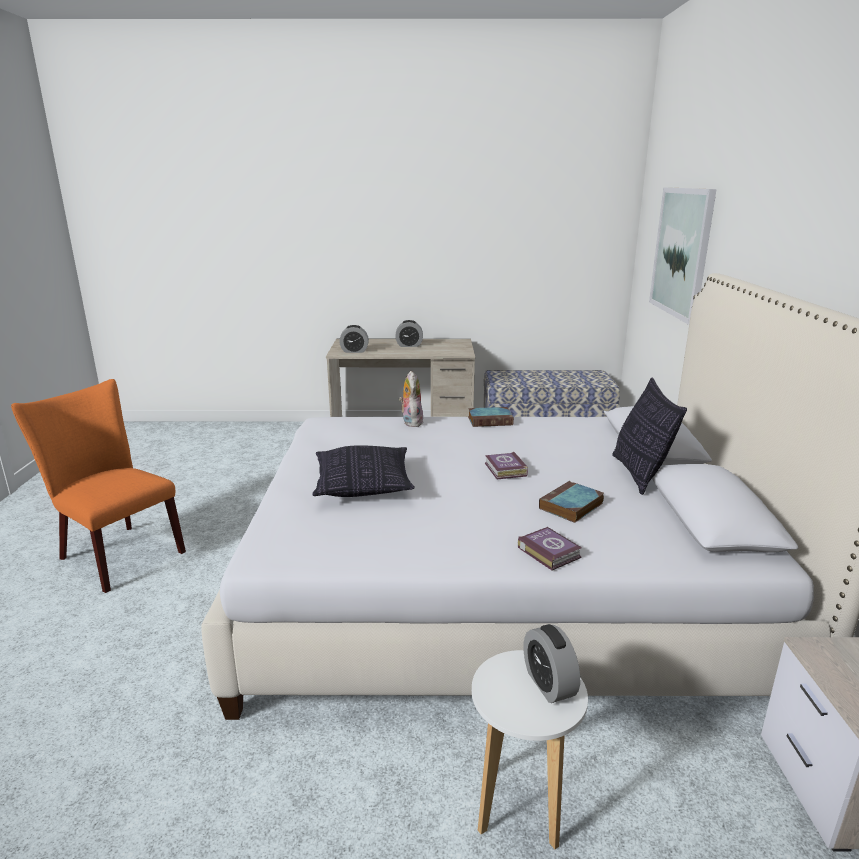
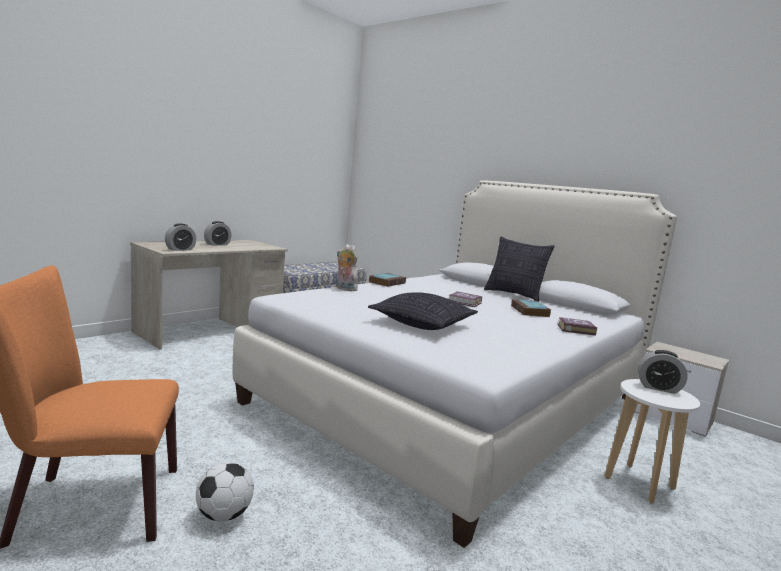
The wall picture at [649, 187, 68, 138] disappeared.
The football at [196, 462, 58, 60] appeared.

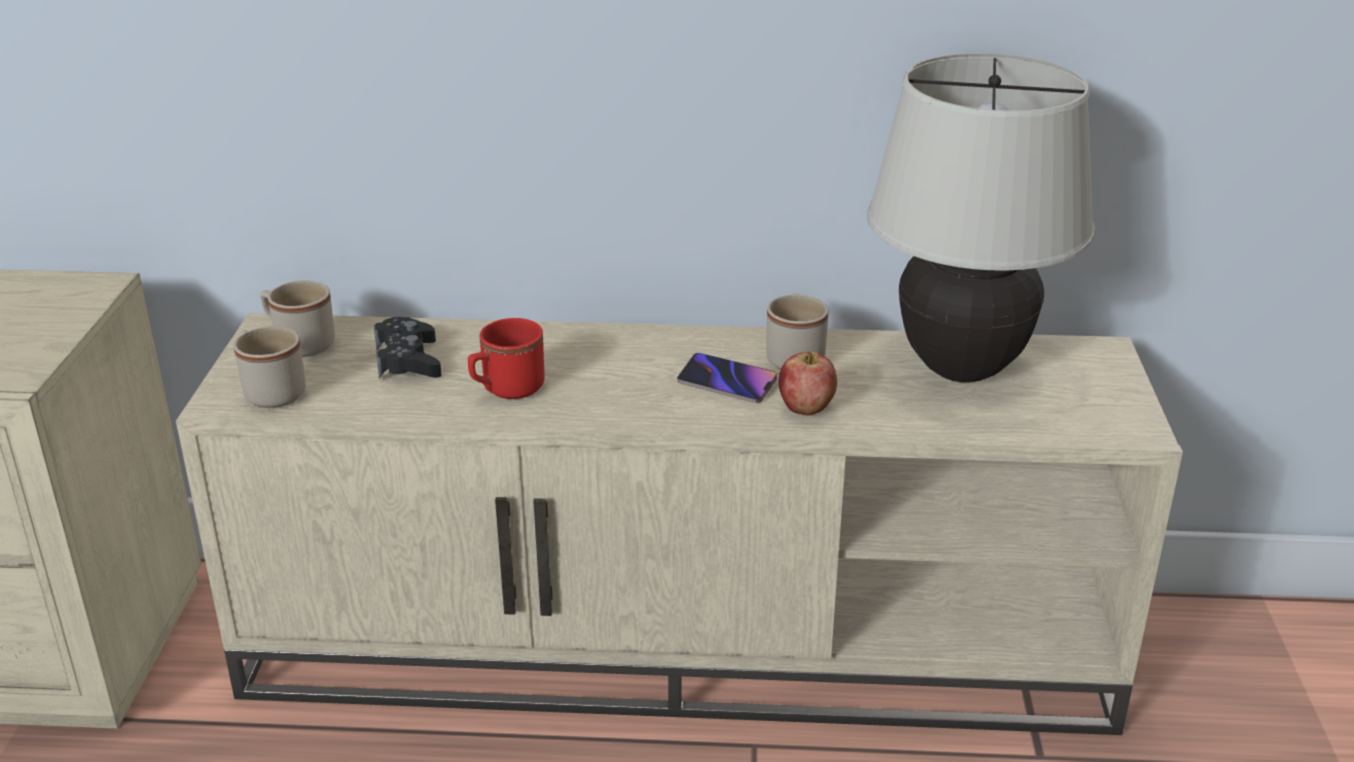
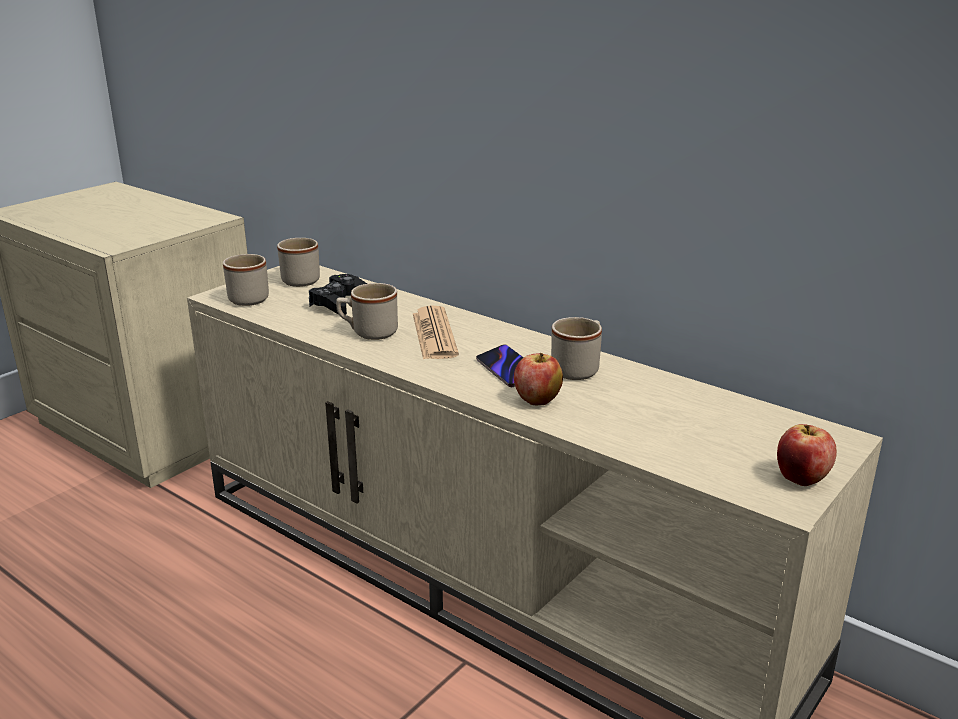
The beige-coloured tabletop lamp at [867, 53, 228, 330] disappeared.
The daily paper at [413, 305, 46, 54] appeared.
The apple fruit at [777, 424, 60, 62] appeared.
The reddish mug at [468, 318, 77, 81] became the beige-coloured mug at [336, 283, 62, 57].

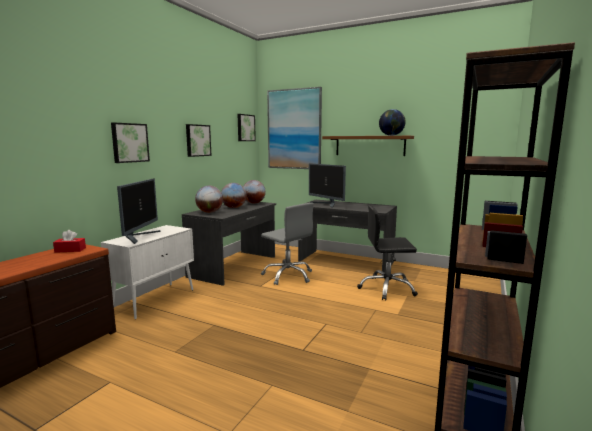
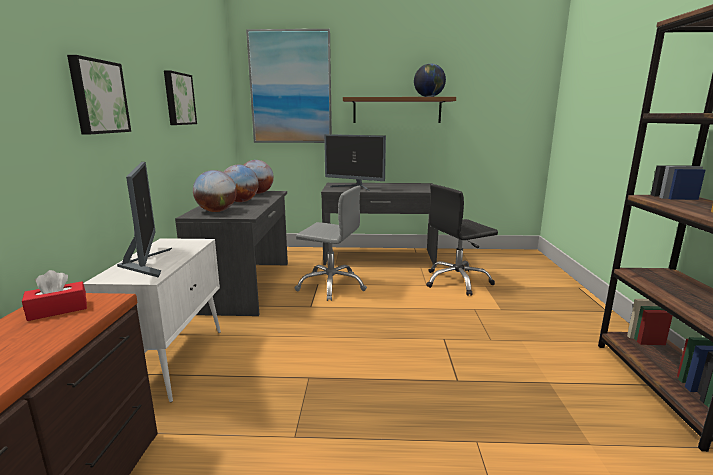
The wall picture at [237, 114, 19, 27] disappeared.

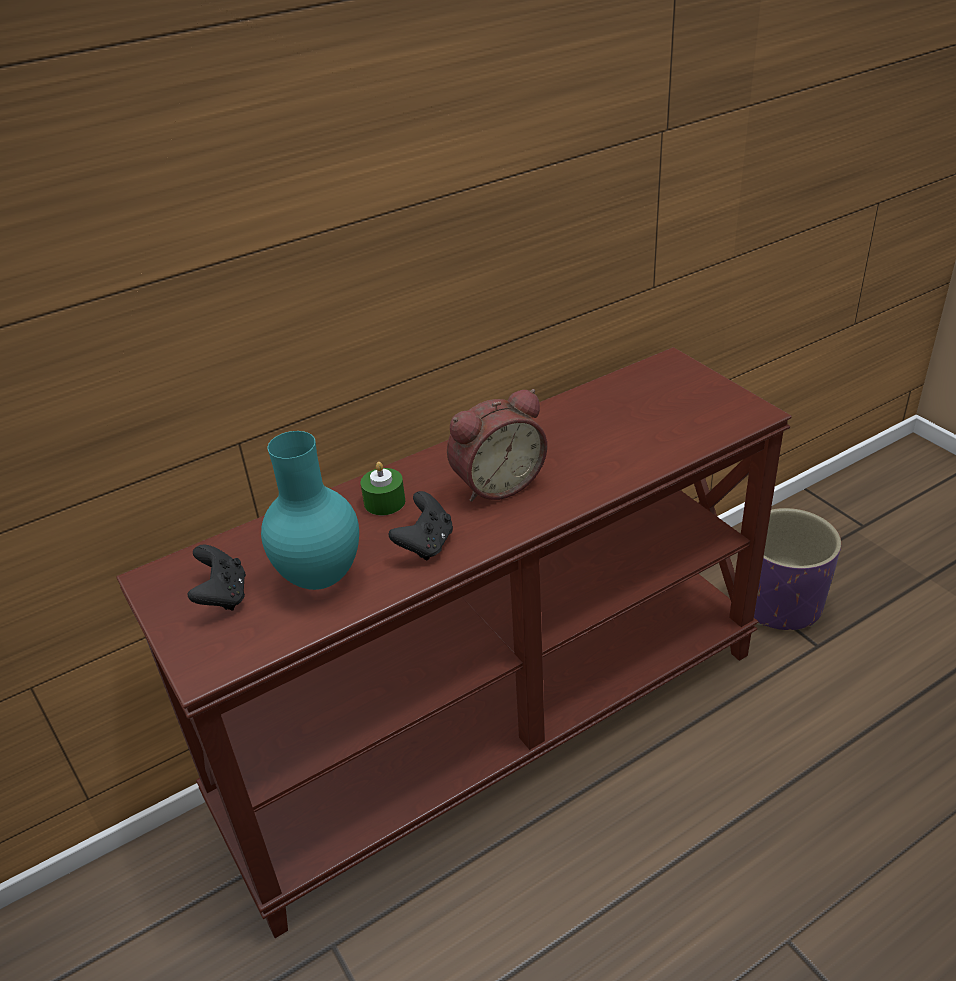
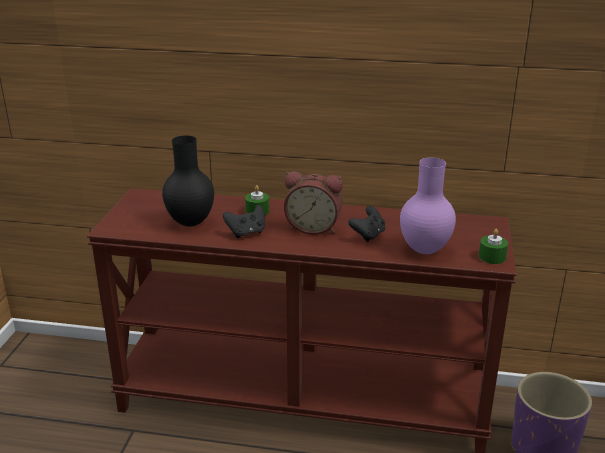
The purple-coloured decorative vase at [400, 157, 56, 97] appeared.
The greenish candle at [479, 229, 29, 35] appeared.
The blackish gamepad moved from [188, 544, 58, 67] to [348, 206, 37, 36].
The turquoise-coloured decorative vase at [261, 431, 98, 159] became the blackish decorative vase at [162, 135, 52, 92].

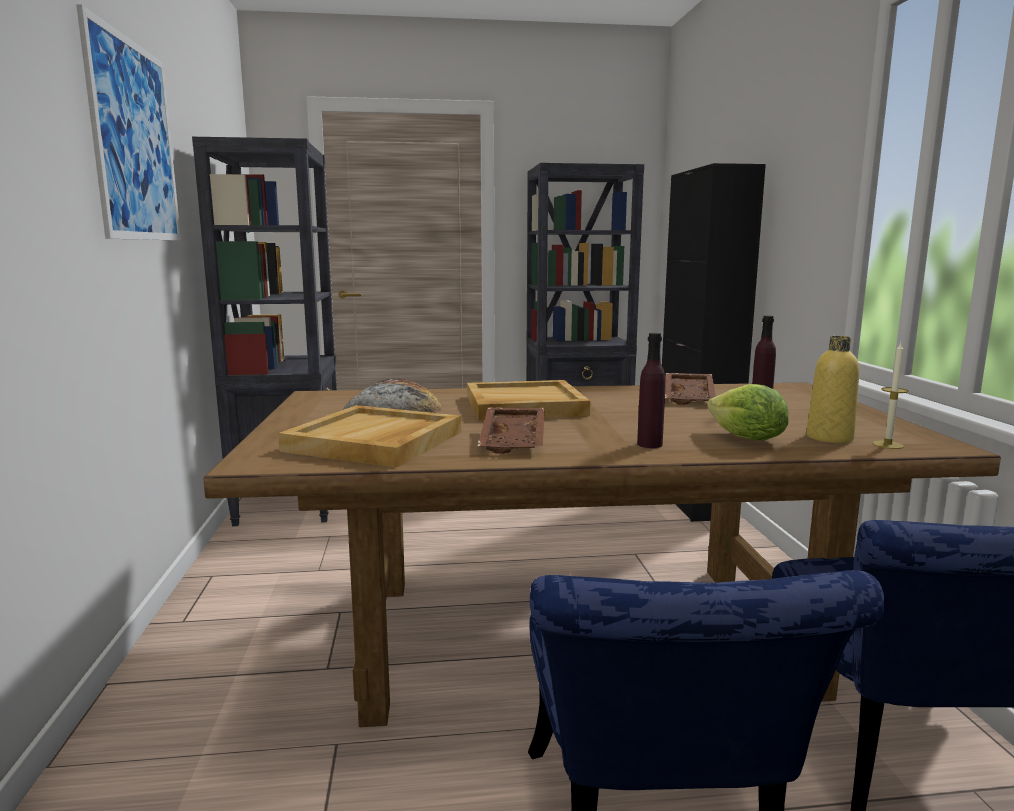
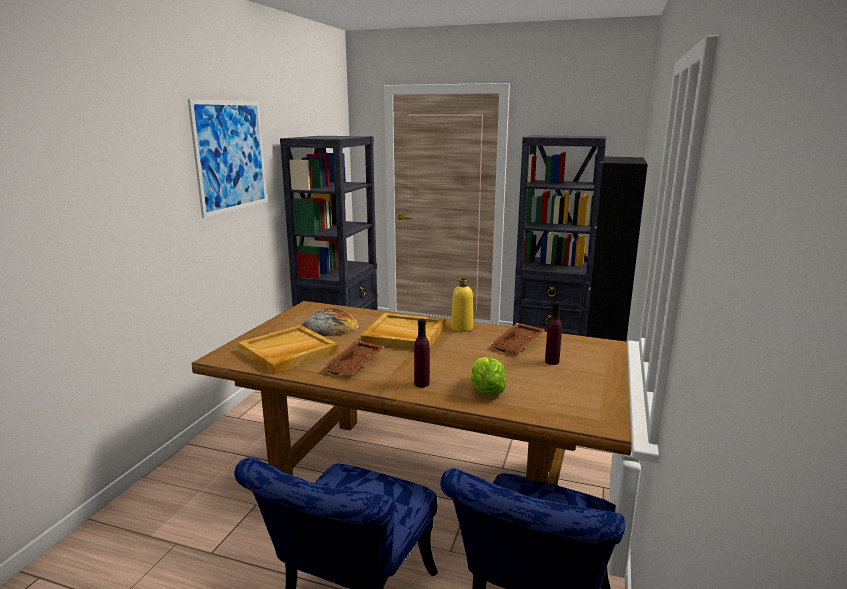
The candle at [873, 343, 35, 106] disappeared.
The yellow drink bottle moved from [807, 336, 52, 107] to [451, 278, 22, 54].

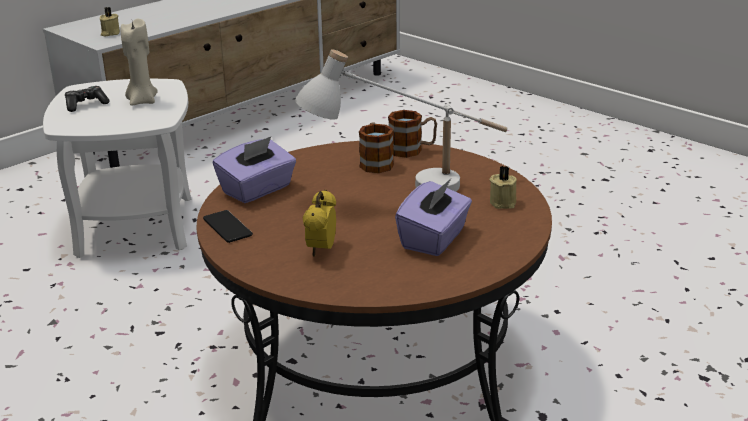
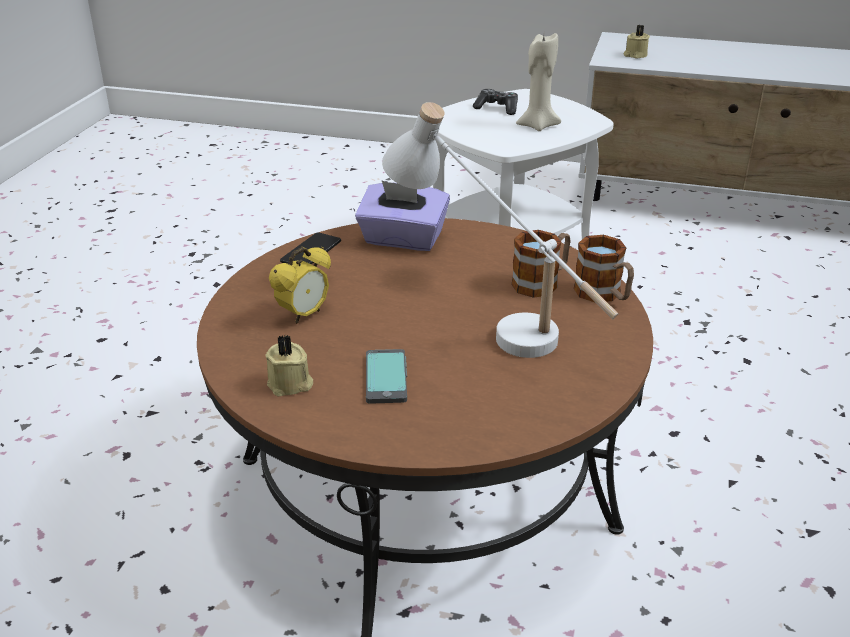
The beige-coloured candle moved from [490, 166, 27, 43] to [265, 335, 48, 61].
The purple-coloured tissue holder at [395, 179, 77, 77] was replaced by the phone at [366, 349, 41, 55].
The bedside clock at [303, 190, 33, 67] turned 150 degrees clockwise.

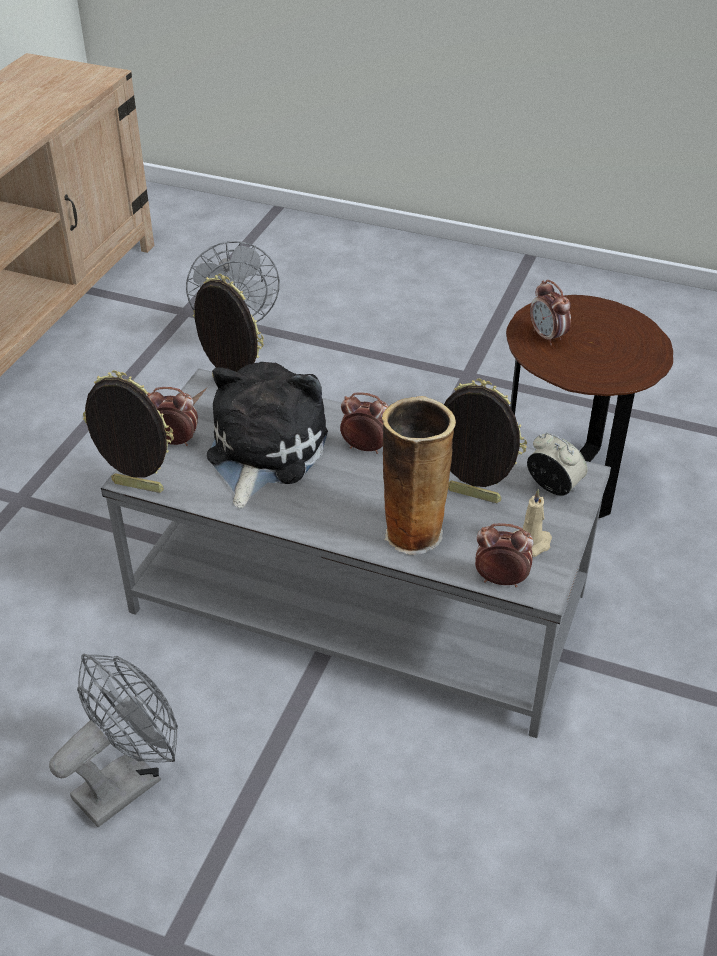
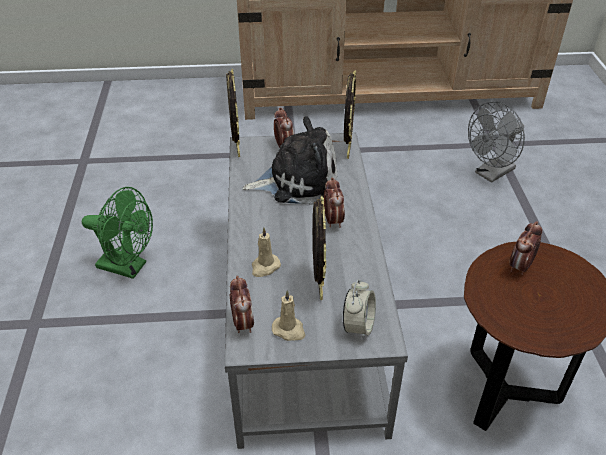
The decorative vase at [382, 396, 74, 159] was replaced by the beige-coloured candle at [252, 227, 29, 50].
The gray cooling fan at [49, 654, 129, 173] became the greenish cooling fan at [82, 187, 71, 92].

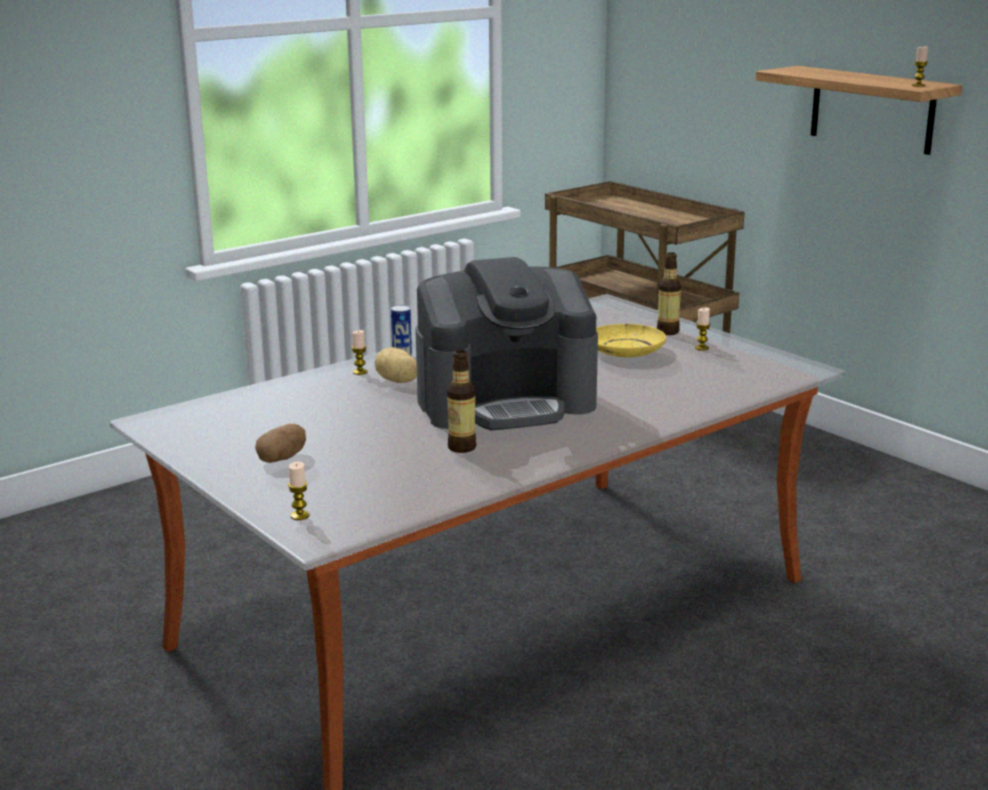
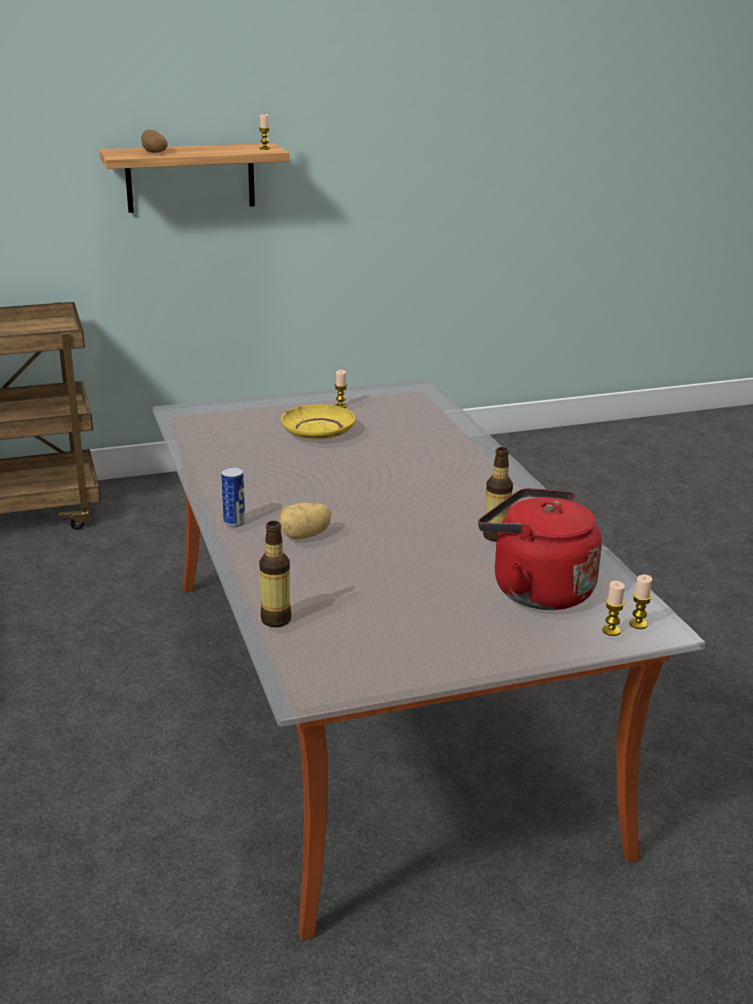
The coffee machine at [415, 257, 183, 174] disappeared.
The reddish tea kettle at [478, 488, 124, 122] appeared.
The whole potato moved from [255, 424, 51, 39] to [141, 130, 27, 23].
The candle moved from [351, 330, 16, 45] to [629, 574, 23, 55].
The drink bottle moved from [657, 252, 24, 83] to [259, 521, 32, 106].

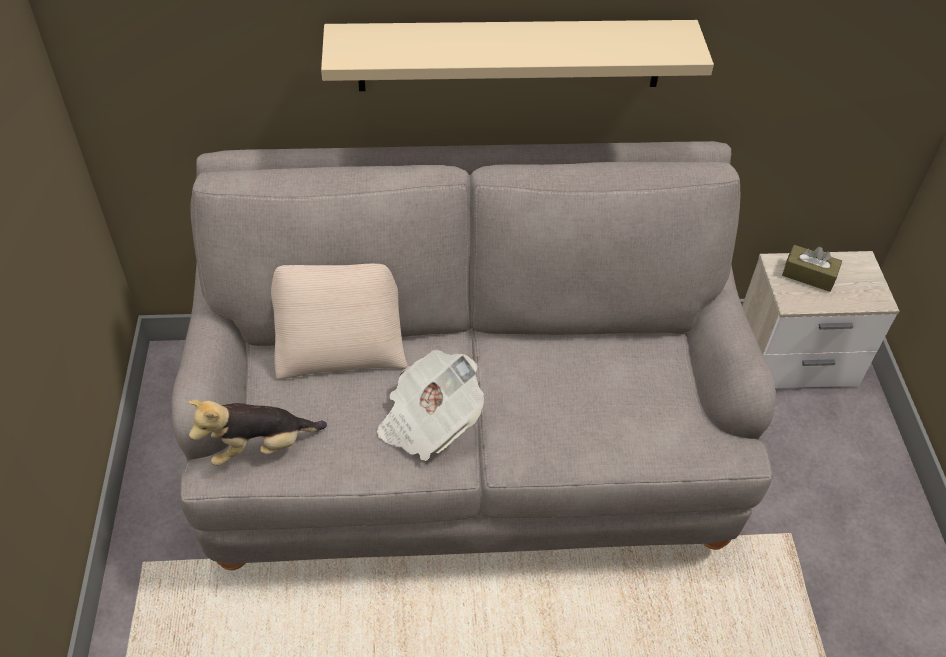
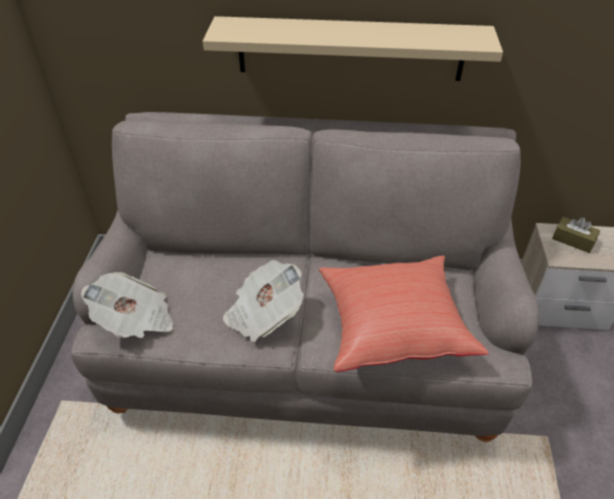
The beige-coloured cushion at [271, 264, 137, 116] disappeared.
The reddish cushion at [319, 256, 170, 116] appeared.
The plush toy at [188, 400, 139, 66] was replaced by the daily paper at [81, 272, 92, 66].

